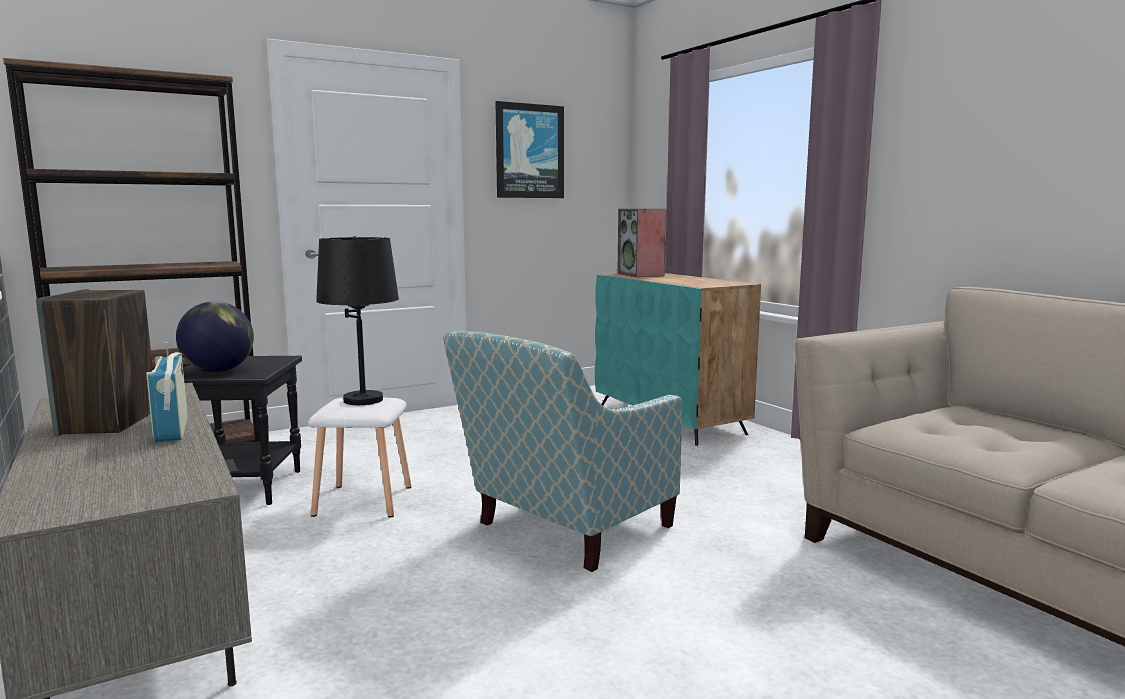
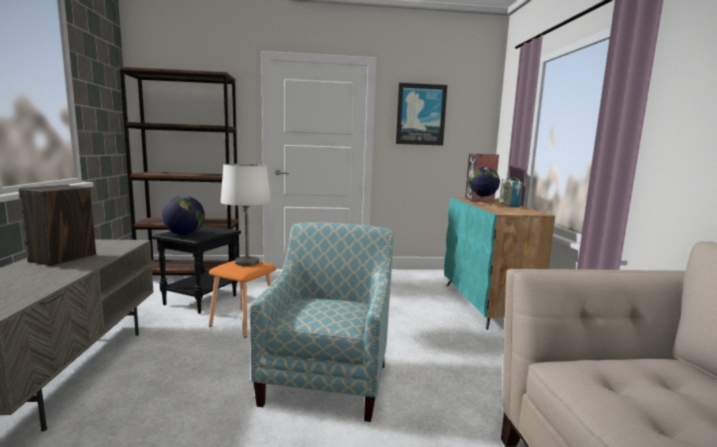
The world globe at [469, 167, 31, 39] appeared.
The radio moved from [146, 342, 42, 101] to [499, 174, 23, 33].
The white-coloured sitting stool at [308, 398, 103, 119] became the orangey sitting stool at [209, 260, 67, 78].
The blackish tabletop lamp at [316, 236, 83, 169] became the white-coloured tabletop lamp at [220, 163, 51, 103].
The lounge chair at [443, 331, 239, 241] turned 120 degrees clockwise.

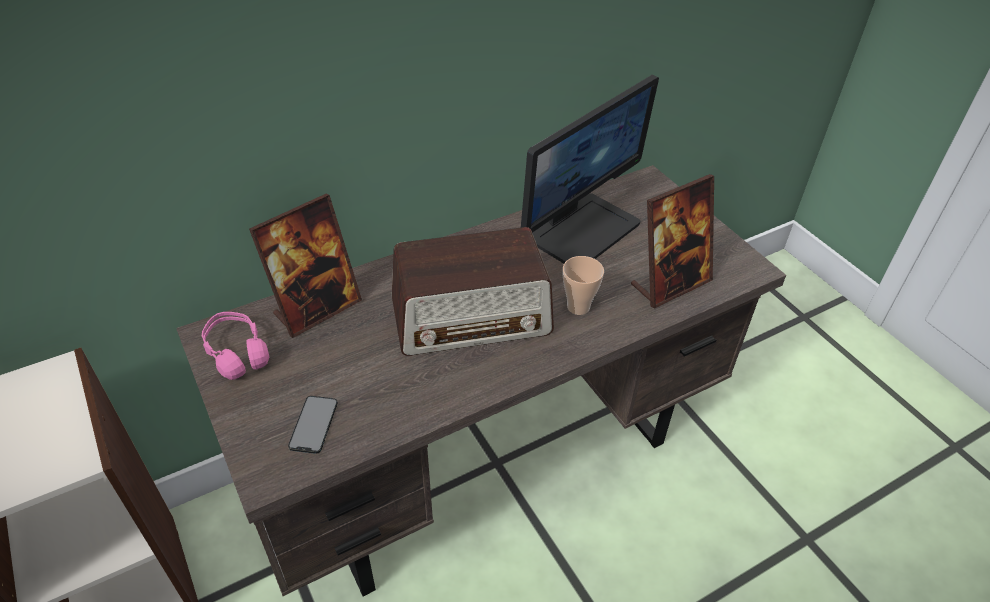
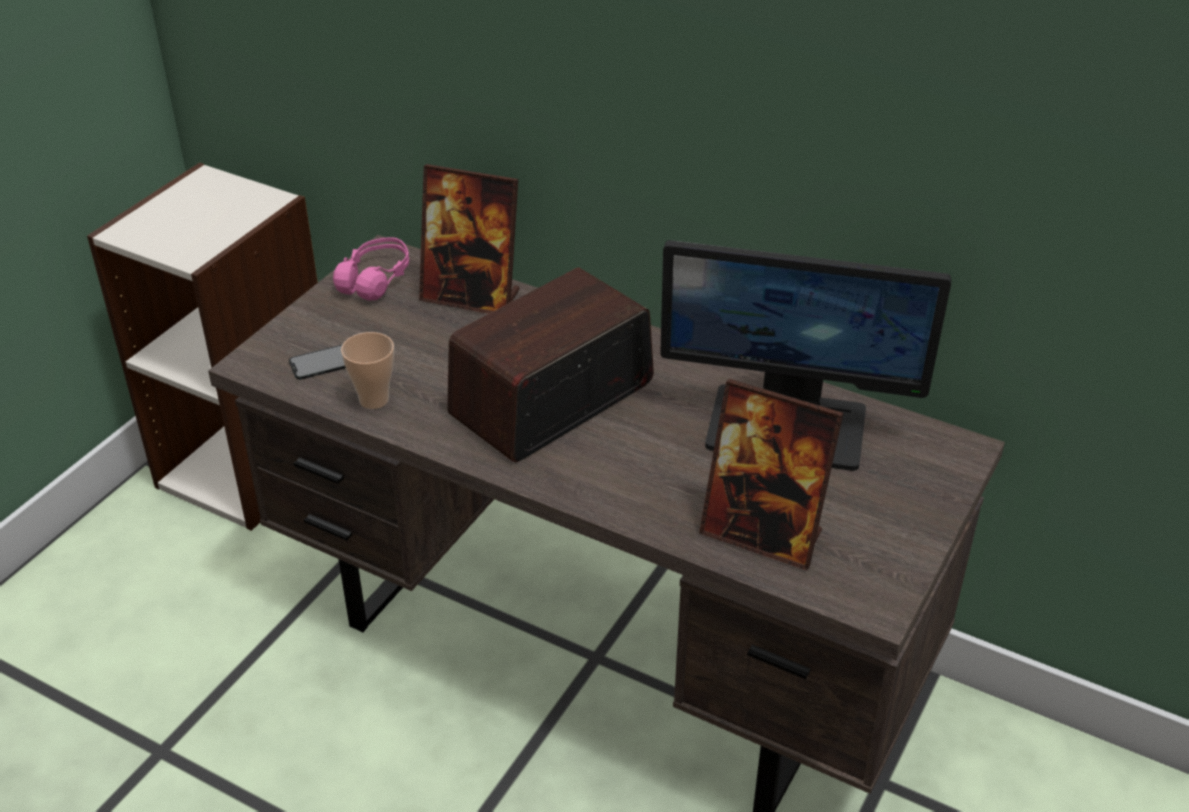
The cup moved from [563, 256, 41, 59] to [341, 332, 53, 77].
The radio at [392, 227, 162, 129] turned 90 degrees clockwise.

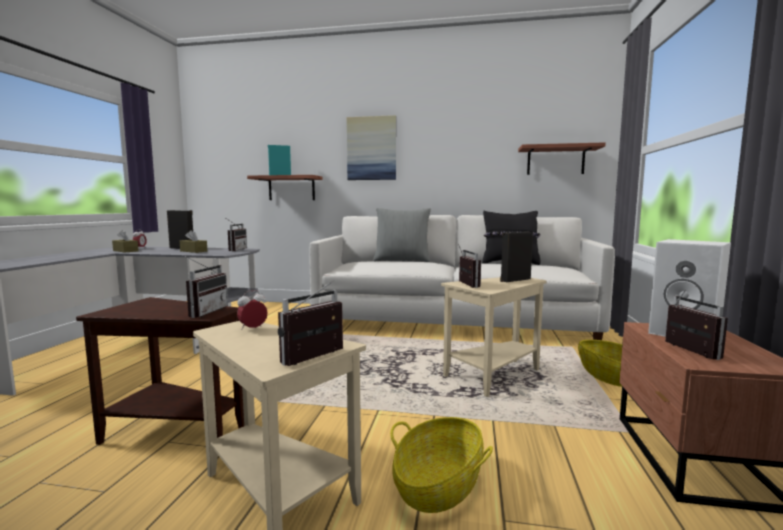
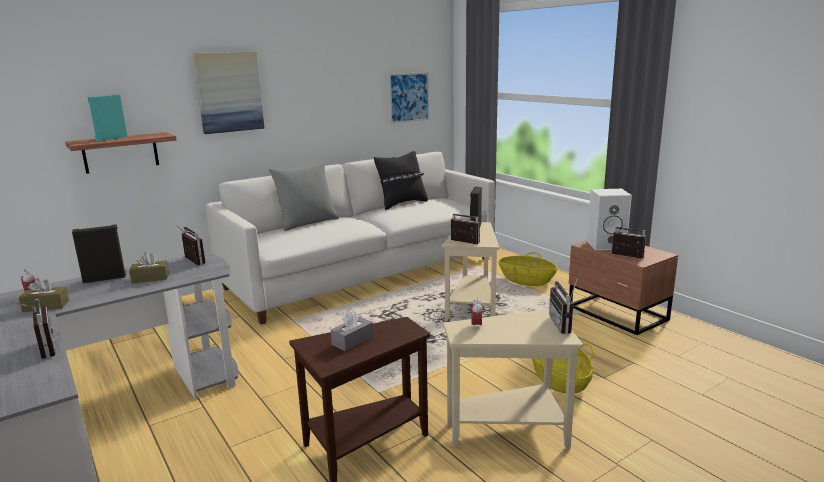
The gray tissue holder at [331, 310, 43, 41] appeared.
The radio moved from [185, 256, 43, 62] to [11, 299, 45, 60].
The bracket shelf at [518, 142, 88, 33] was replaced by the wall picture at [389, 72, 40, 52].

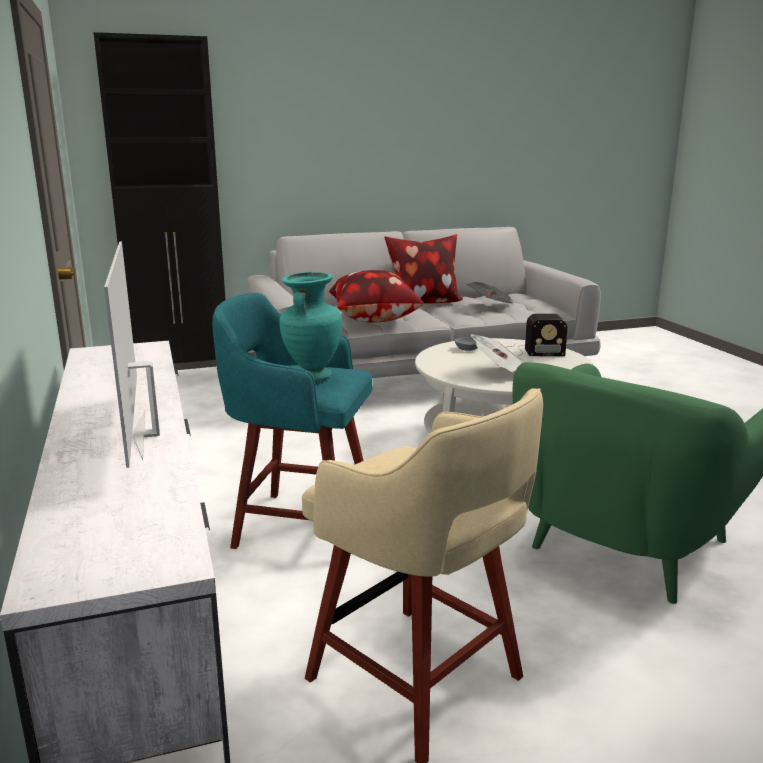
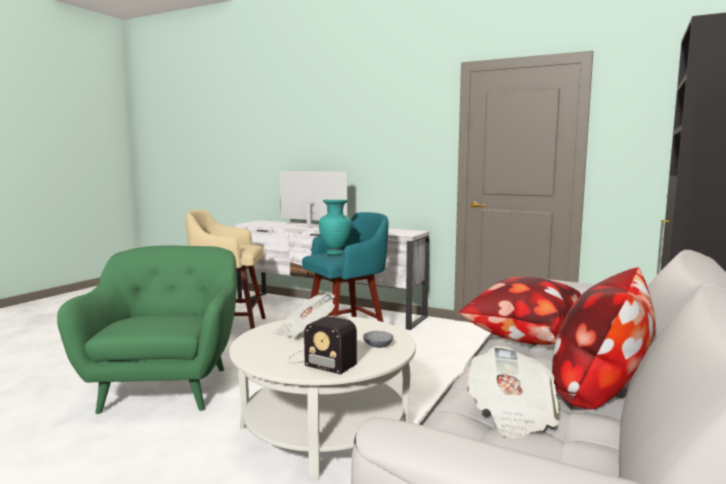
The radio at [508, 314, 60, 42] turned 105 degrees counterclockwise.

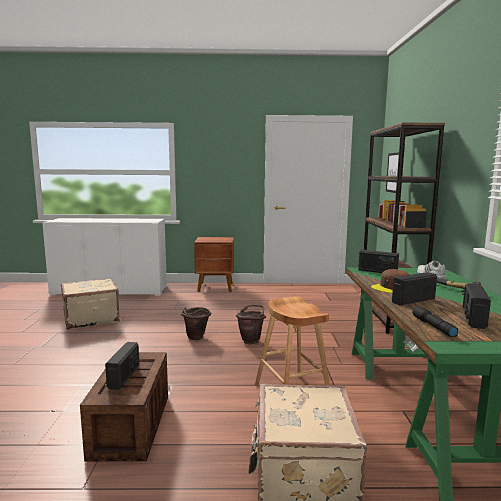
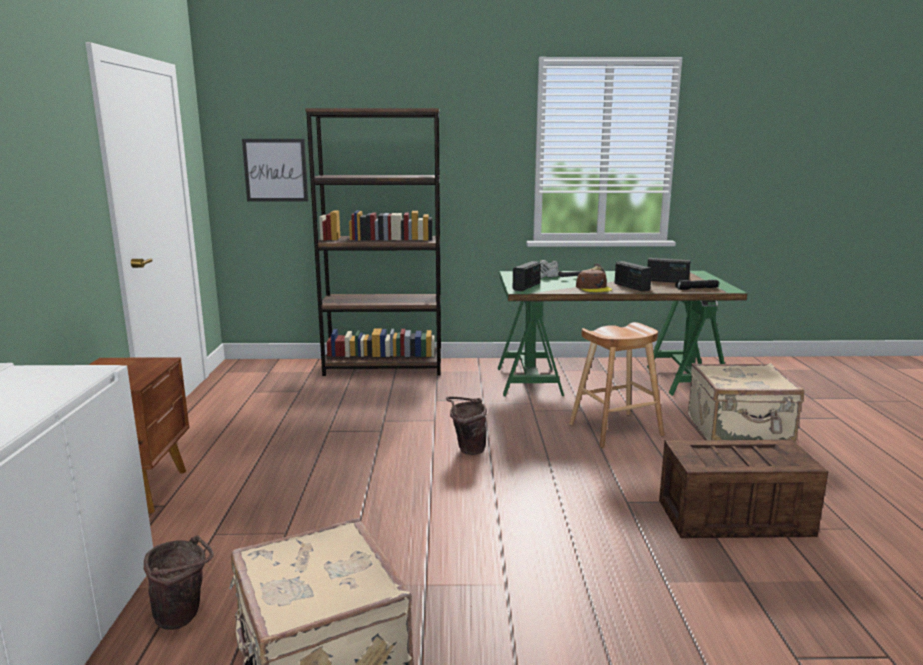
The radio at [105, 342, 34, 48] disappeared.
The brown-coloured pail moved from [181, 307, 30, 33] to [144, 535, 69, 95].

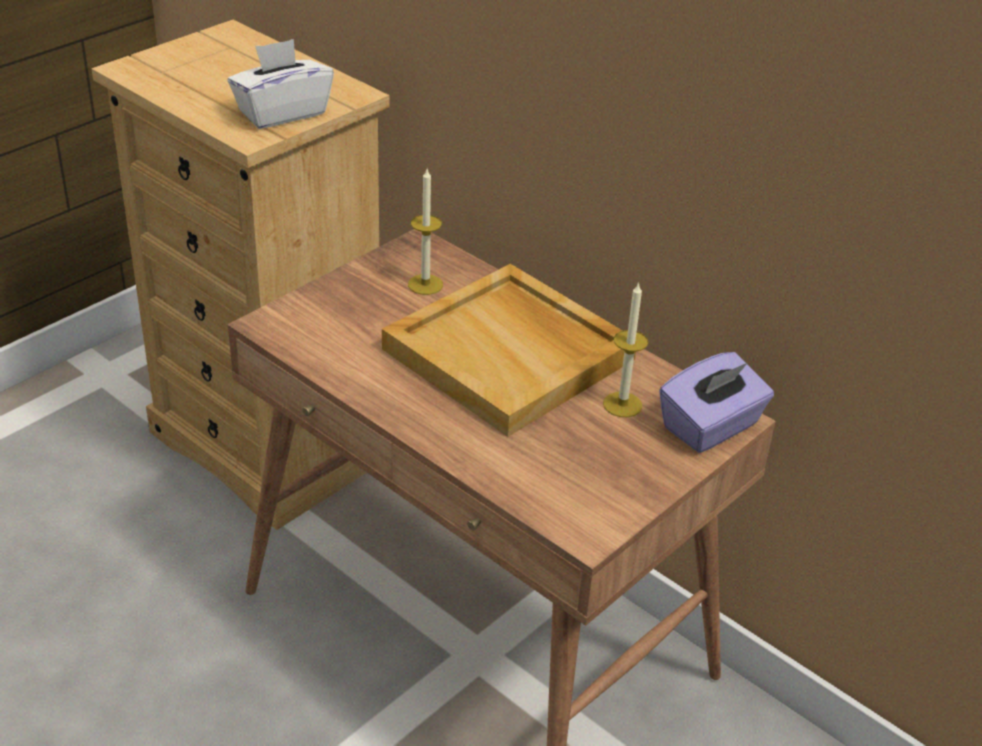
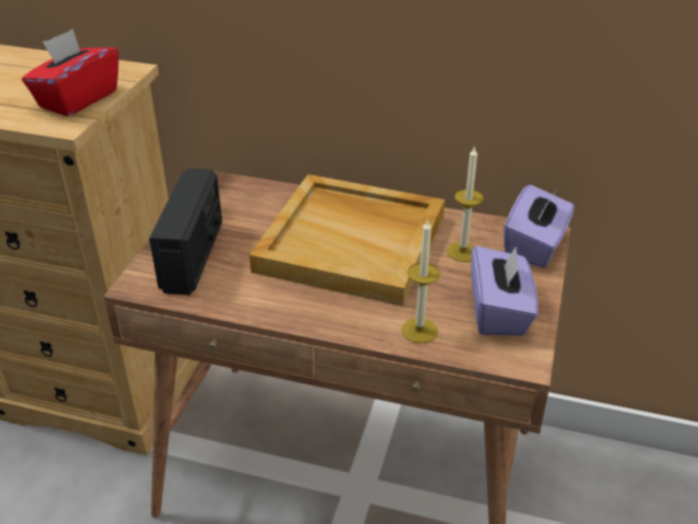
The radio at [149, 168, 73, 127] appeared.
The purple-coloured tissue holder at [471, 245, 67, 91] appeared.
The candle moved from [408, 169, 35, 126] to [401, 219, 39, 124].
The white-coloured tissue holder at [228, 39, 106, 90] became the reddish tissue holder at [22, 29, 97, 88].

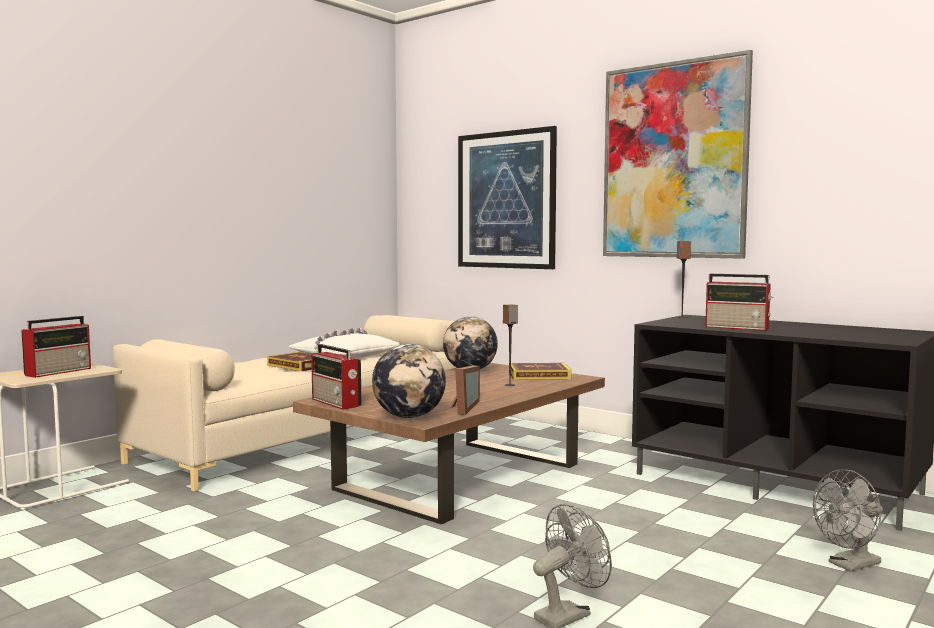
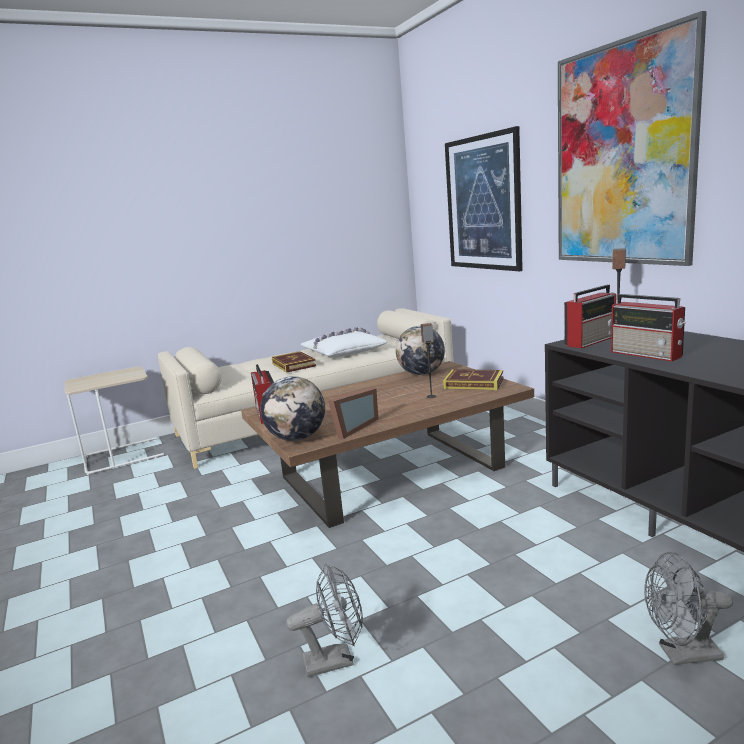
The radio moved from [21, 316, 70, 62] to [564, 285, 52, 64].

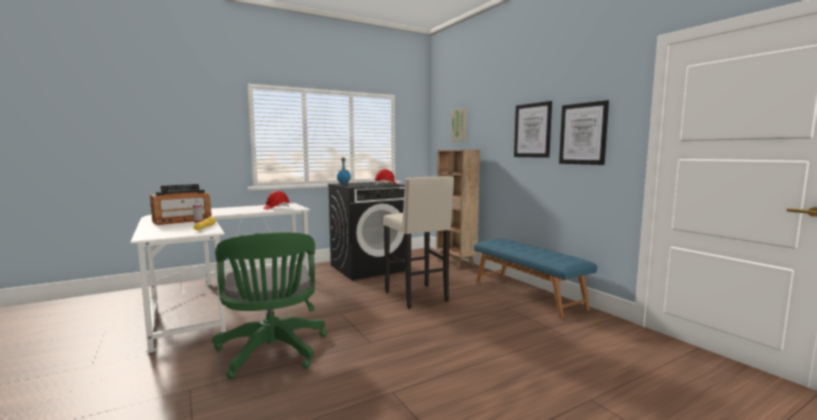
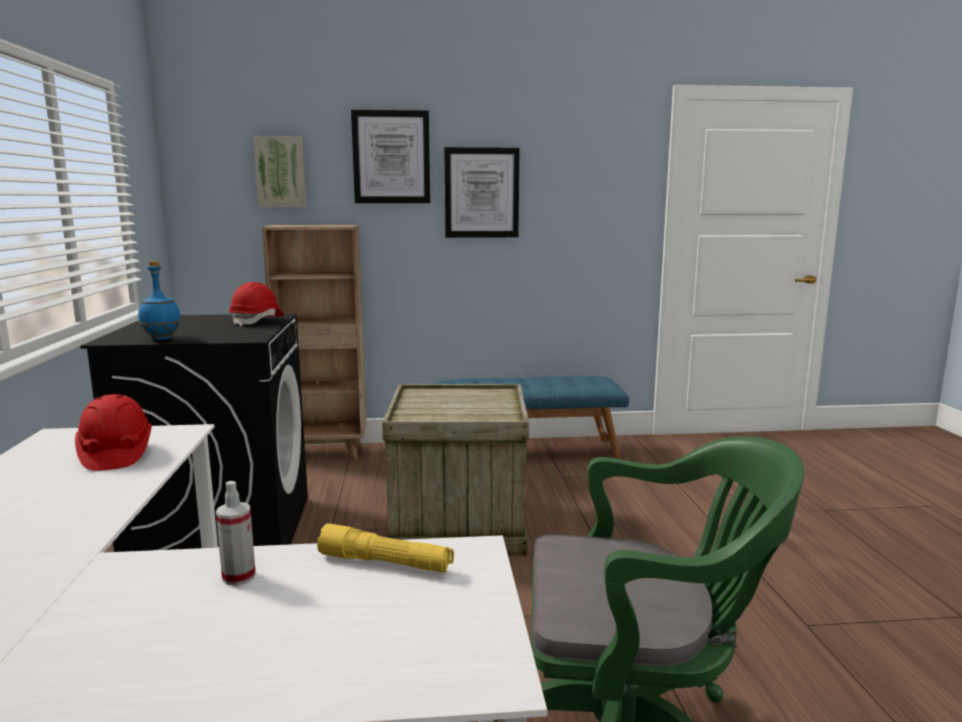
The radio at [150, 184, 62, 41] disappeared.
The wall picture moved from [559, 100, 50, 65] to [351, 110, 79, 93].
The beige-coloured sitting stool at [383, 176, 71, 133] was replaced by the packing crate at [382, 384, 147, 172].

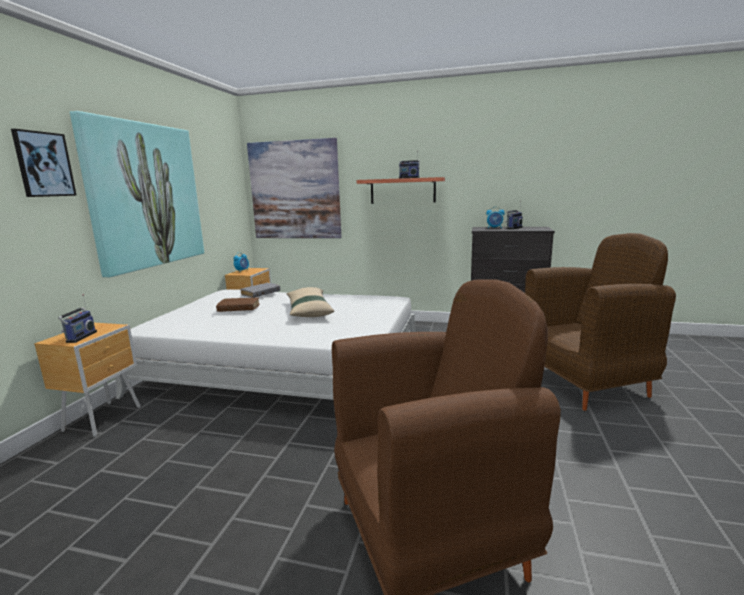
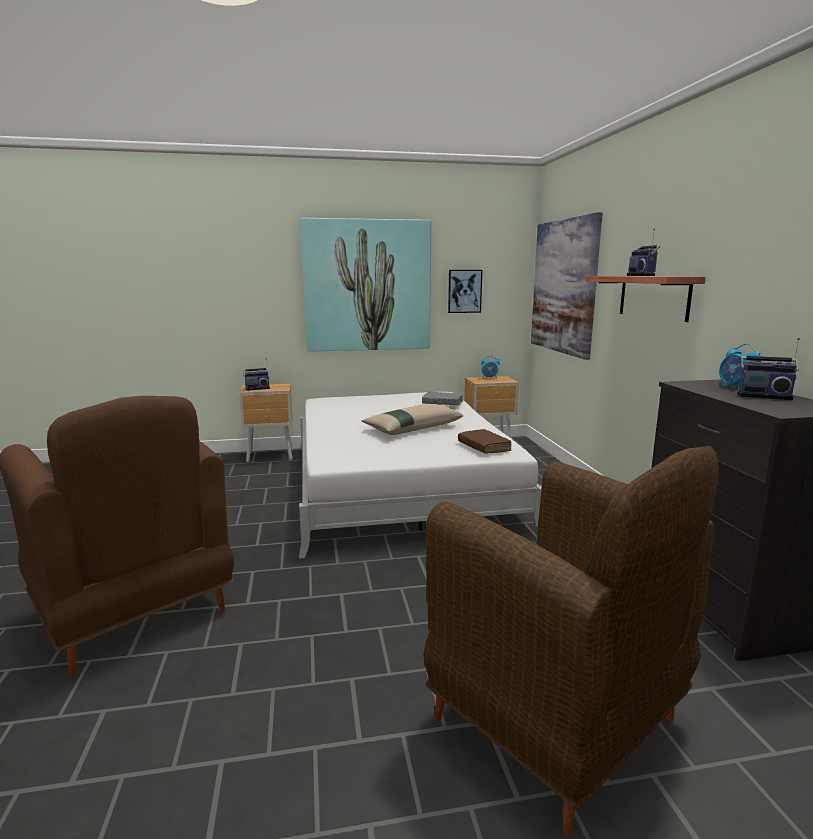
The wall picture moved from [11, 129, 66, 68] to [448, 270, 34, 43].
The brown-coloured book moved from [216, 297, 44, 15] to [458, 429, 53, 24].

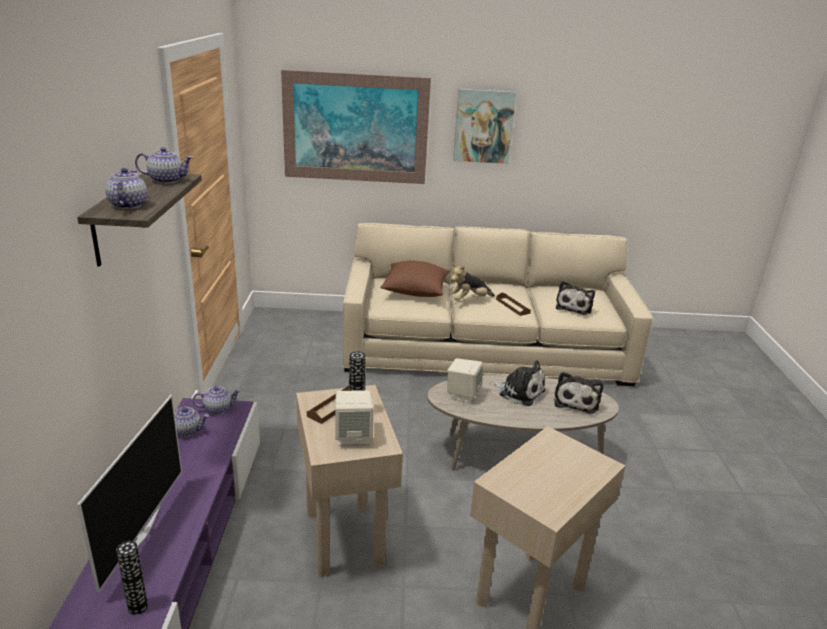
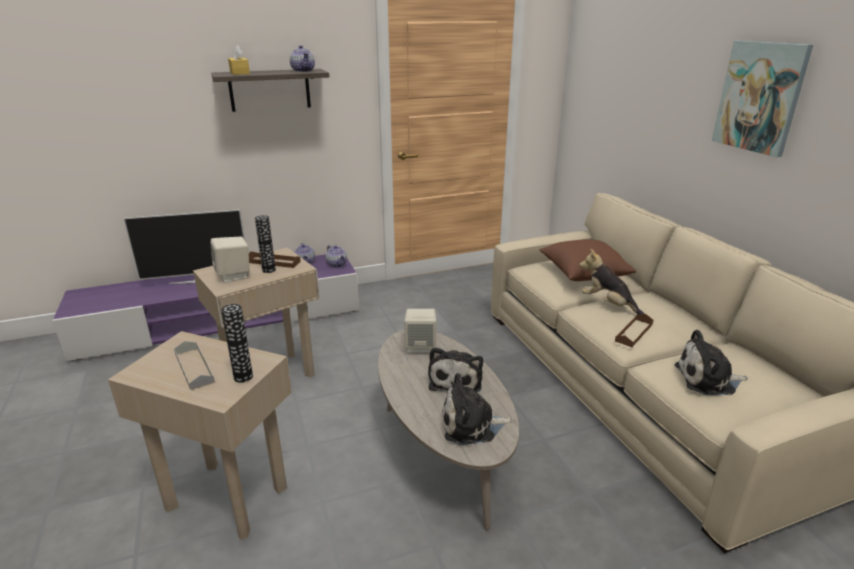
The wall picture at [281, 70, 150, 114] disappeared.
The gray carrying tray at [174, 341, 41, 49] appeared.
The decorative vase moved from [116, 541, 32, 74] to [221, 304, 32, 79].
The teapot at [105, 168, 42, 41] was replaced by the yellow tissue holder at [228, 45, 22, 30].

